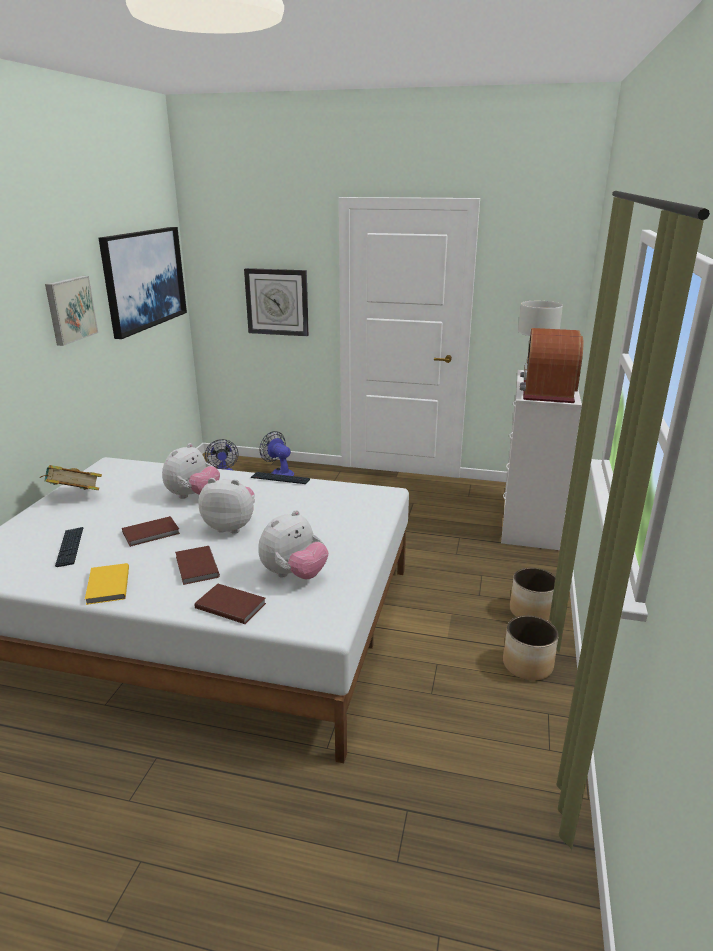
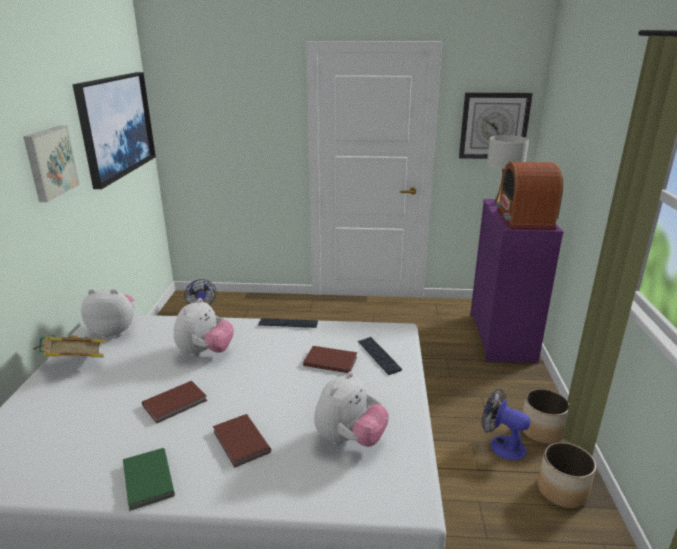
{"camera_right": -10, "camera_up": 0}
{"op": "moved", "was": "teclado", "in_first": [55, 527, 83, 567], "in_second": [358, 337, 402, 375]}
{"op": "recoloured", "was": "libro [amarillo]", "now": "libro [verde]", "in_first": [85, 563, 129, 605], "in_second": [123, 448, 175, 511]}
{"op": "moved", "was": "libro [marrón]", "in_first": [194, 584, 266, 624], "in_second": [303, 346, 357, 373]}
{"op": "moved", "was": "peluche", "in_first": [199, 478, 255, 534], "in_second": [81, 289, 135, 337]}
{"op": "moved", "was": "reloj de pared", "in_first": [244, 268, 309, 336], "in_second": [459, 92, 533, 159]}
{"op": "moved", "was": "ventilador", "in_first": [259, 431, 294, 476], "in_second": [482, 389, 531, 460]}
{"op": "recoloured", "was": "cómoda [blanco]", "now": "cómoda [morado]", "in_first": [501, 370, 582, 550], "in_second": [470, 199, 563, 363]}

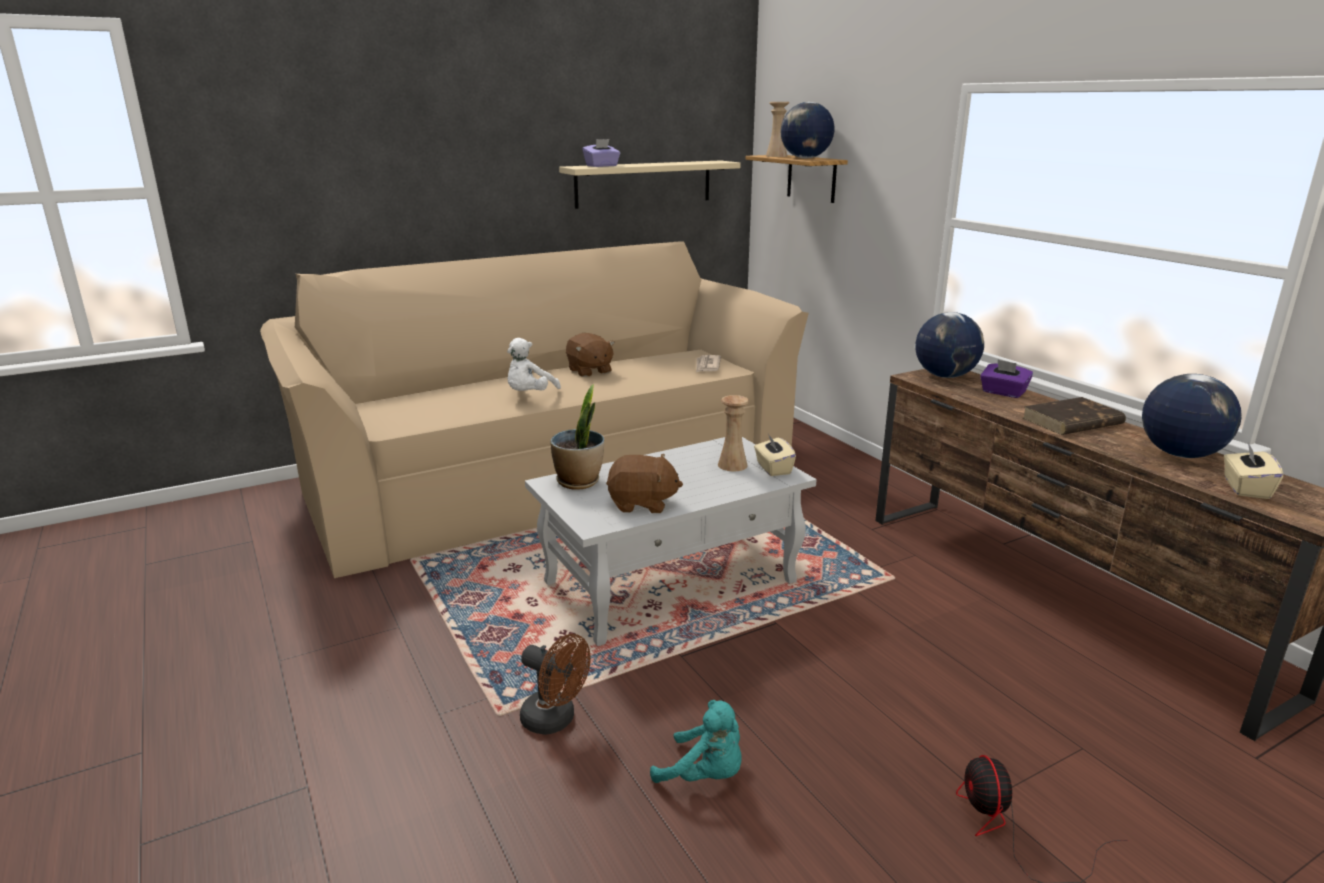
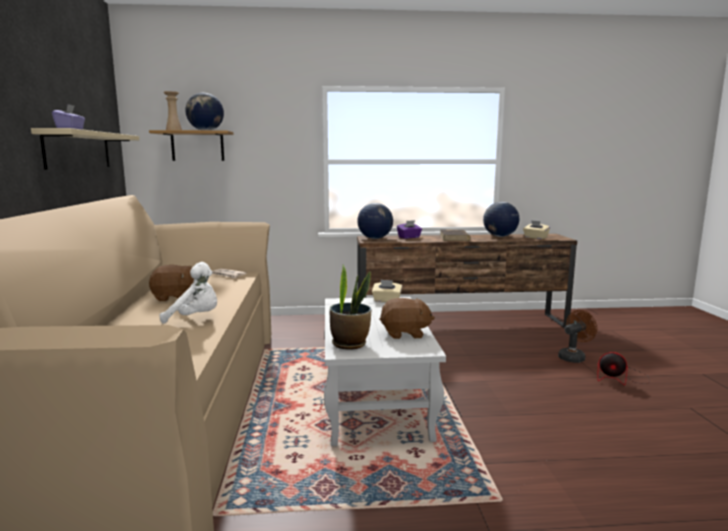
{"camera_right": -65, "camera_up": -10}
{"op": "turned", "was": "peluche [blanco]", "in_first": [507, 338, 561, 391], "in_second": [160, 262, 217, 324], "clockwise": -45}
{"op": "moved", "was": "ventilador [marrón]", "in_first": [520, 634, 591, 735], "in_second": [558, 310, 597, 363]}
{"op": "turned", "was": "peluche [marrón]", "in_first": [606, 454, 683, 513], "in_second": [379, 298, 435, 339], "clockwise": 60}
{"op": "removed", "was": "peluche [turquesa]", "in_first": [650, 700, 741, 783]}
{"op": "removed", "was": "florero [beis]", "in_first": [718, 395, 749, 471]}

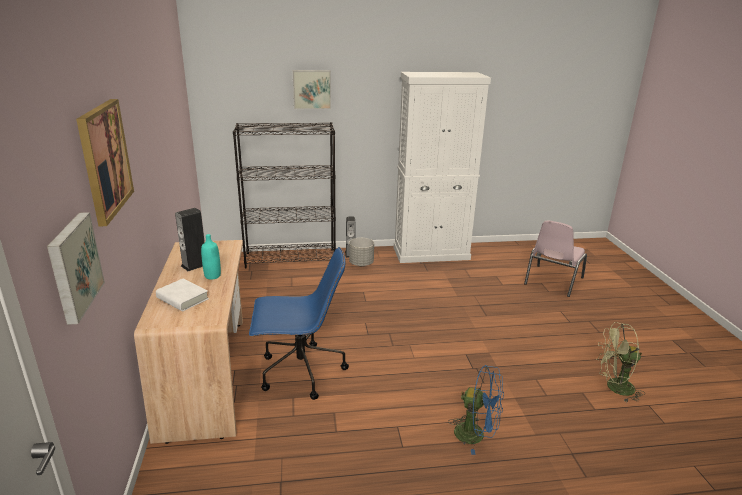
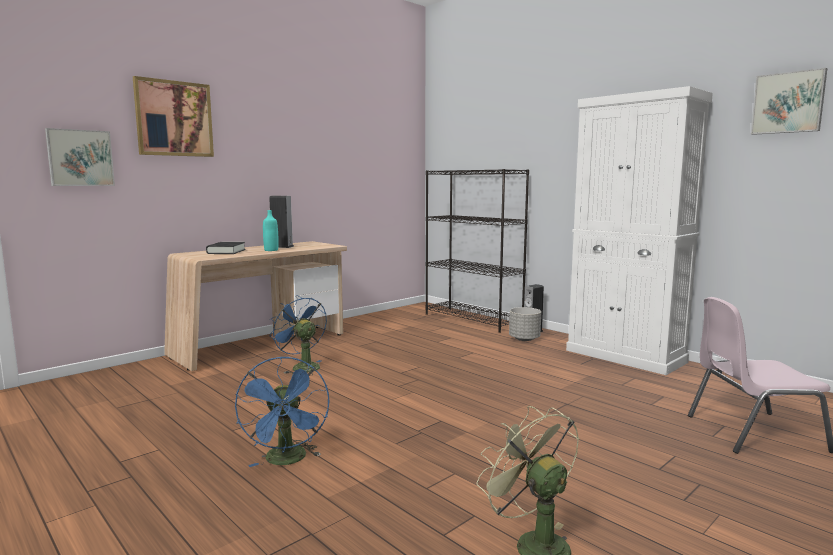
{"camera_right": 55, "camera_up": -15}
{"op": "recoloured", "was": "libro [blanco]", "now": "libro [negro]", "in_first": [156, 279, 209, 311], "in_second": [206, 242, 246, 254]}
{"op": "replaced", "was": "silla de oficina [azul]", "now": "ventilador [azul]", "in_first": [249, 247, 349, 400], "in_second": [270, 295, 327, 376]}
{"op": "moved", "was": "cuadro", "in_first": [293, 70, 331, 109], "in_second": [751, 68, 827, 135]}

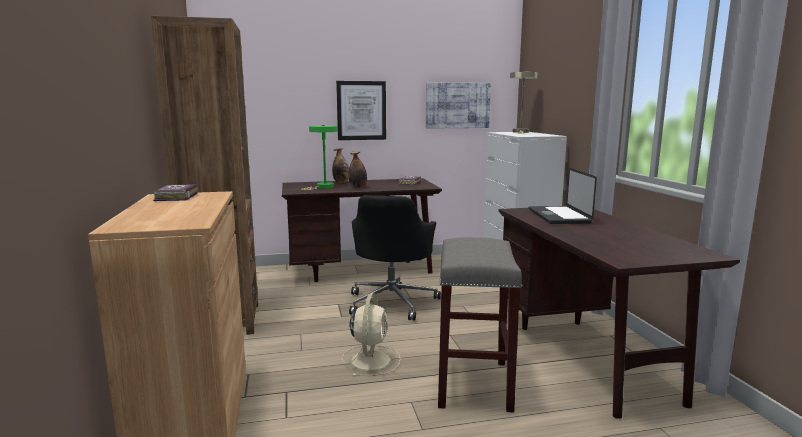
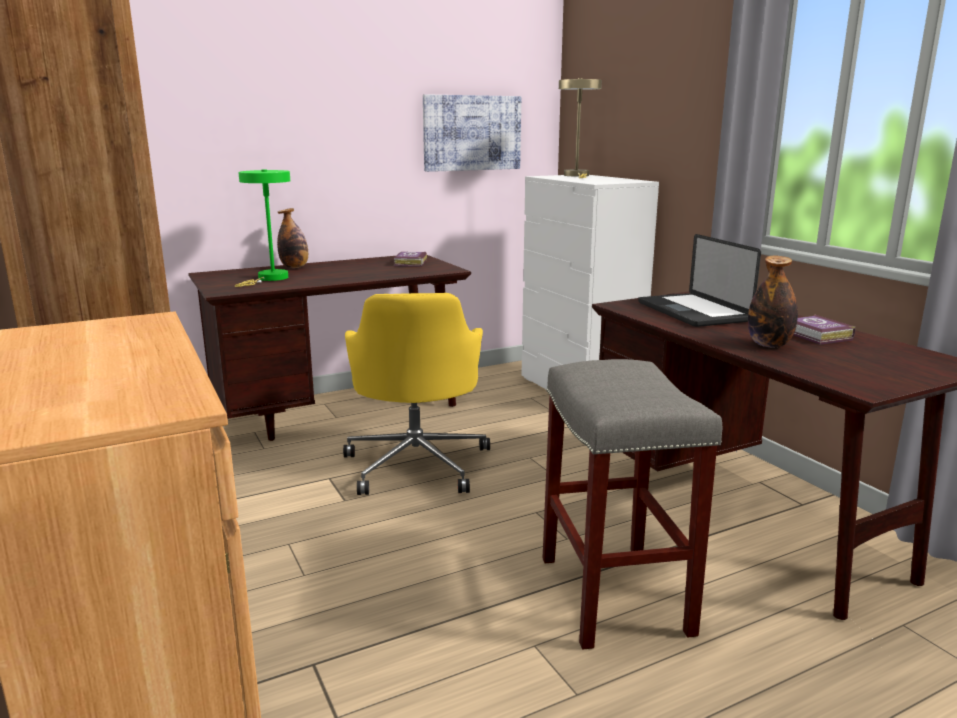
{"camera_right": -15, "camera_up": 5}
{"op": "moved", "was": "libro", "in_first": [153, 184, 198, 201], "in_second": [794, 315, 855, 345]}
{"op": "removed", "was": "cuadro", "in_first": [336, 81, 386, 140]}
{"op": "removed", "was": "ventilador [beis]", "in_first": [342, 293, 401, 377]}
{"op": "moved", "was": "botella", "in_first": [348, 151, 367, 188], "in_second": [748, 256, 798, 348]}
{"op": "recoloured", "was": "silla de oficina [negro]", "now": "silla de oficina [amarillo]", "in_first": [349, 195, 441, 320], "in_second": [343, 293, 490, 495]}

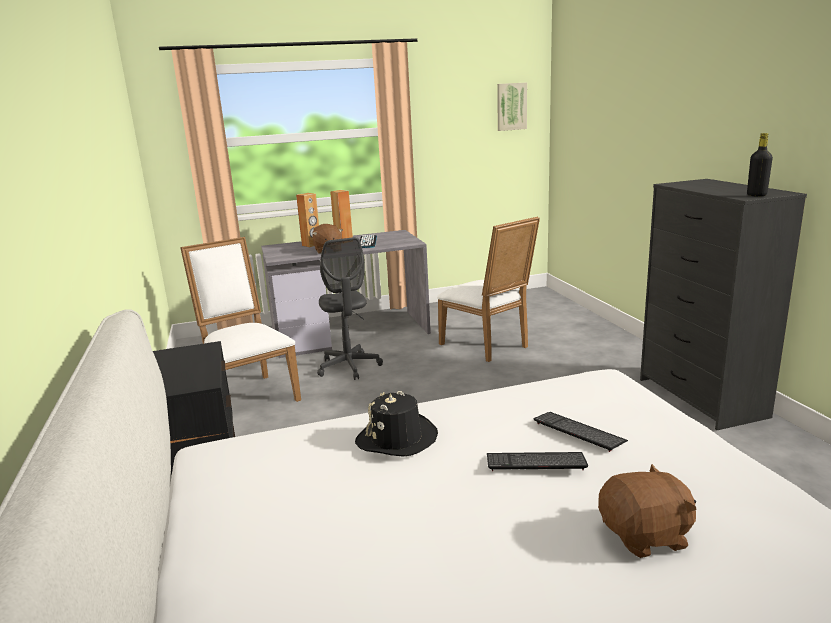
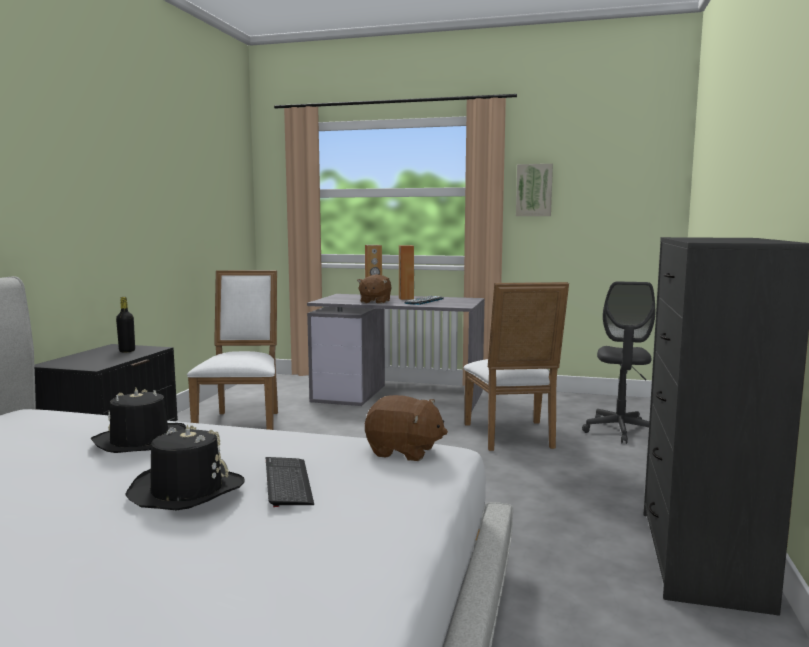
{"camera_right": 30, "camera_up": -10}
{"op": "moved", "was": "silla de oficina [gris]", "in_first": [317, 237, 383, 380], "in_second": [582, 282, 655, 444]}
{"op": "replaced", "was": "teclado", "now": "sombrero [negro]", "in_first": [487, 452, 588, 471], "in_second": [126, 425, 245, 510]}
{"op": "moved", "was": "cuadro", "in_first": [497, 82, 527, 131], "in_second": [516, 164, 553, 216]}
{"op": "moved", "was": "peluche [marrón]", "in_first": [598, 464, 696, 558], "in_second": [365, 395, 448, 461]}
{"op": "moved", "was": "botella [negro]", "in_first": [747, 133, 773, 196], "in_second": [116, 297, 135, 352]}

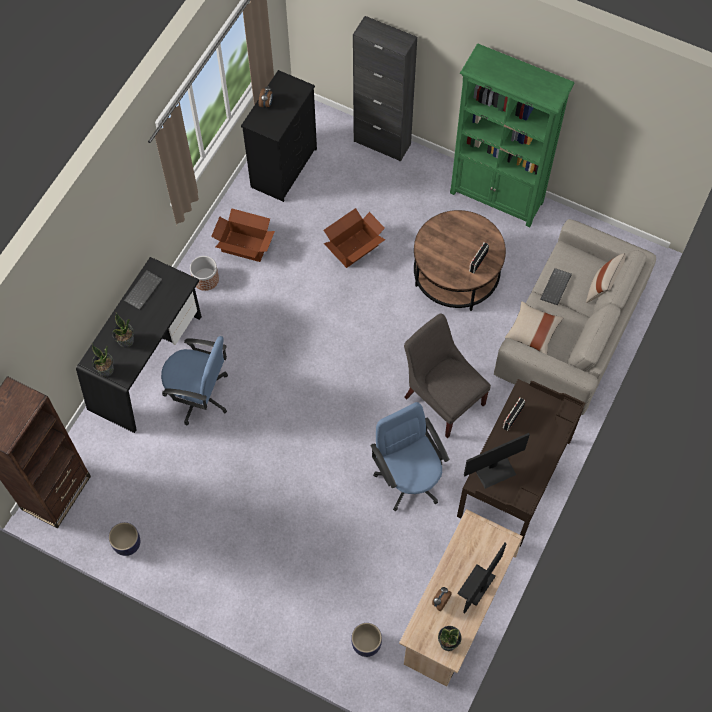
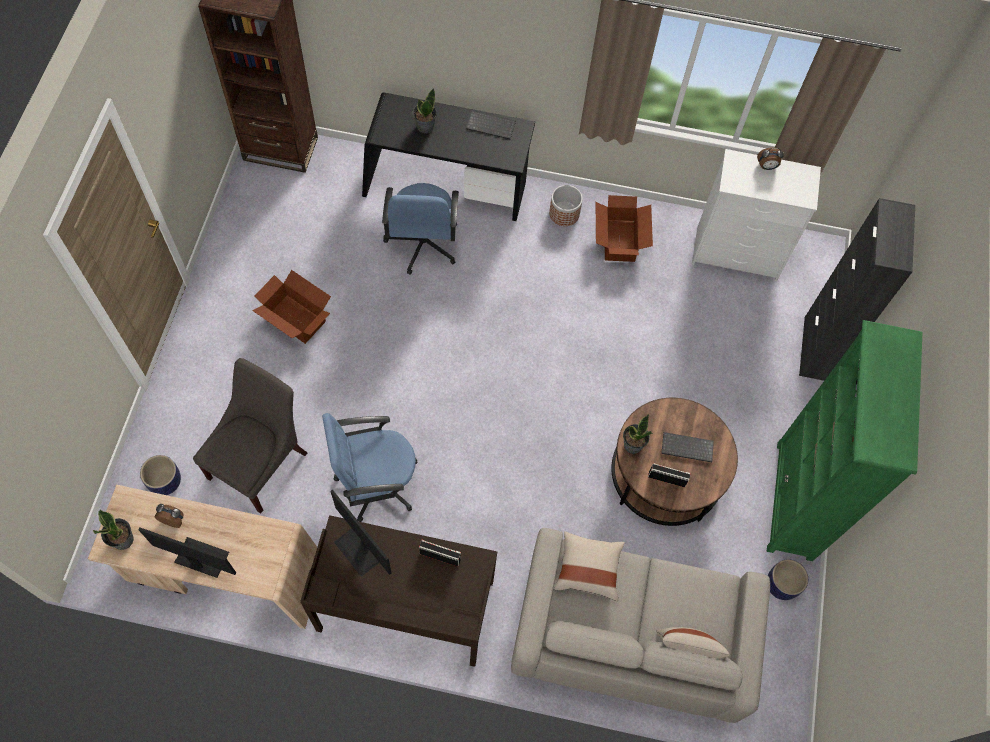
{"camera_right": 70, "camera_up": 0}
{"op": "moved", "was": "planta en maceta", "in_first": [92, 343, 114, 377], "in_second": [623, 414, 653, 454]}
{"op": "moved", "was": "maceta", "in_first": [109, 522, 140, 556], "in_second": [768, 559, 808, 600]}
{"op": "recoloured", "was": "cómoda [negro]", "now": "cómoda [blanco]", "in_first": [241, 70, 317, 202], "in_second": [692, 149, 821, 281]}
{"op": "moved", "was": "caja de cartón", "in_first": [323, 208, 386, 268], "in_second": [252, 270, 331, 344]}
{"op": "turned", "was": "silla de oficina [azul]", "in_first": [371, 402, 449, 511], "in_second": [322, 413, 418, 522], "clockwise": -150}
{"op": "moved", "was": "silla [gris]", "in_first": [404, 313, 491, 438], "in_second": [193, 358, 307, 513]}
{"op": "moved", "was": "teclado", "in_first": [540, 268, 572, 305], "in_second": [661, 432, 714, 462]}

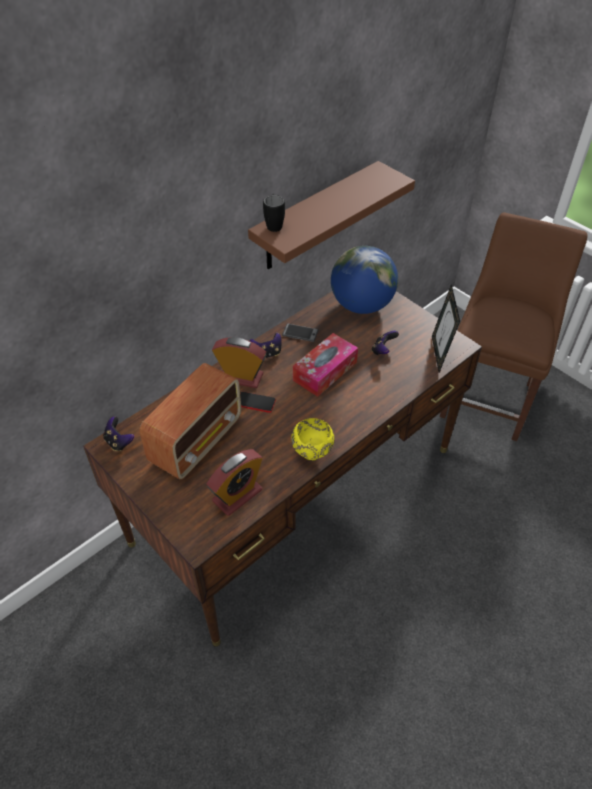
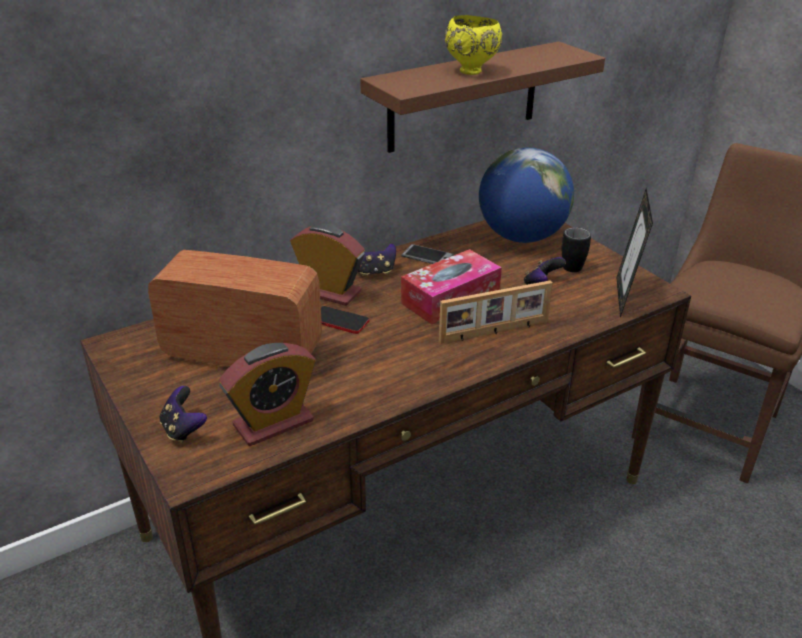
{"camera_right": 10, "camera_up": -15}
{"op": "moved", "was": "mando de consola", "in_first": [103, 416, 134, 451], "in_second": [160, 386, 207, 443]}
{"op": "turned", "was": "radio", "in_first": [140, 363, 241, 479], "in_second": [148, 250, 322, 367], "clockwise": -120}
{"op": "moved", "was": "taza grande [negro]", "in_first": [263, 194, 285, 232], "in_second": [562, 227, 591, 272]}
{"op": "moved", "was": "cuenco [amarillo]", "in_first": [291, 418, 335, 460], "in_second": [445, 15, 502, 75]}
{"op": "added", "now": "portarretratos", "in_second": [439, 280, 553, 344]}

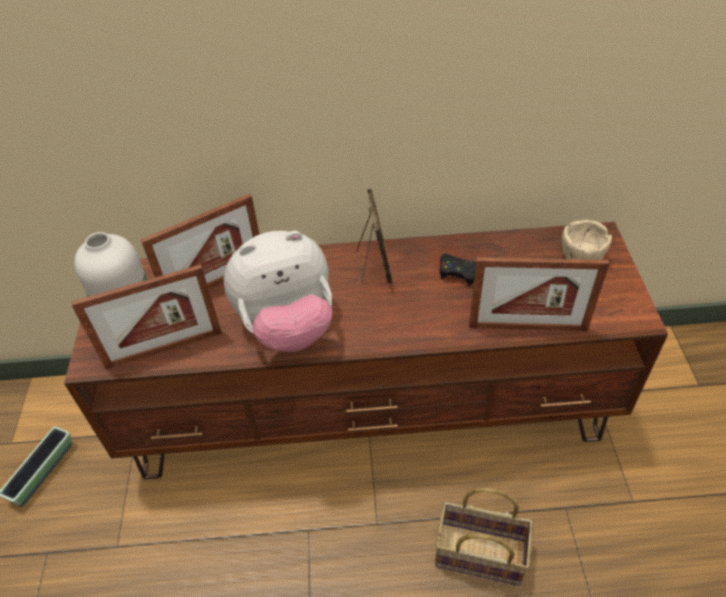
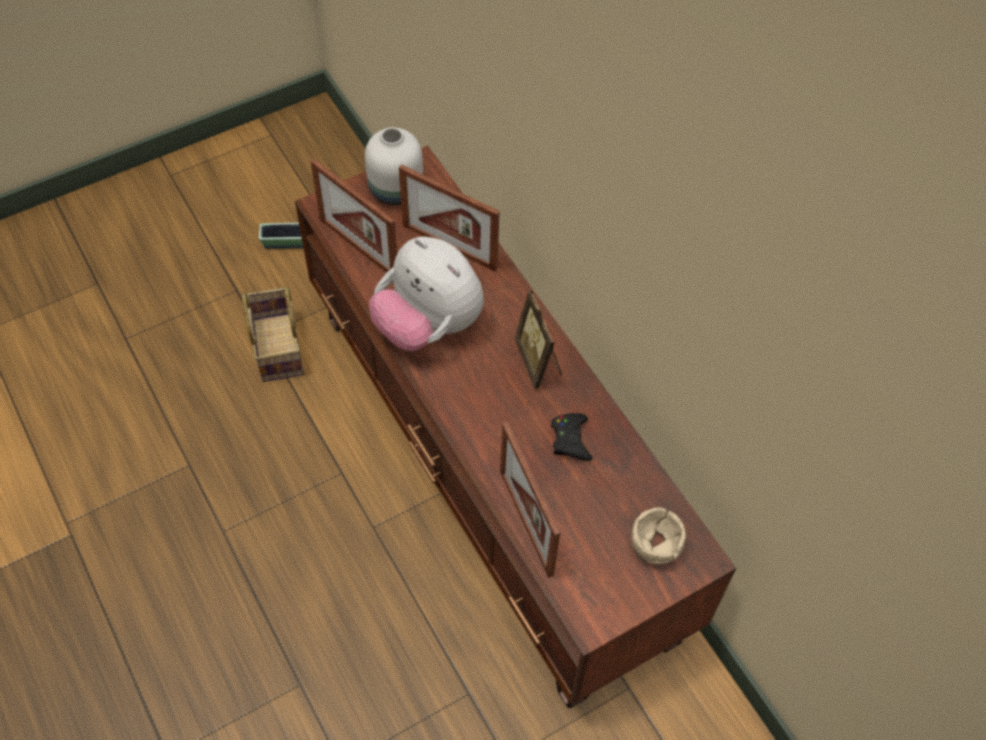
{"camera_right": 60, "camera_up": 10}
{"op": "turned", "was": "portarretratos", "in_first": [357, 189, 392, 283], "in_second": [514, 290, 562, 389], "clockwise": 105}
{"op": "moved", "was": "cesta", "in_first": [435, 488, 533, 586], "in_second": [242, 285, 303, 382]}

